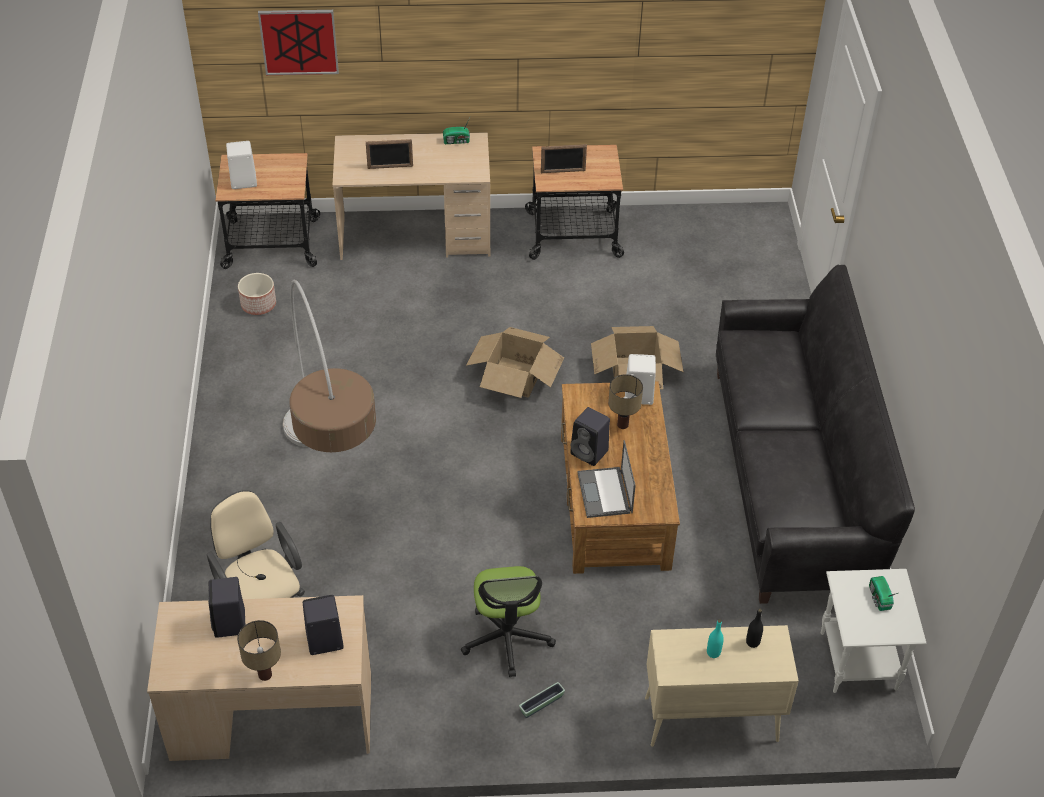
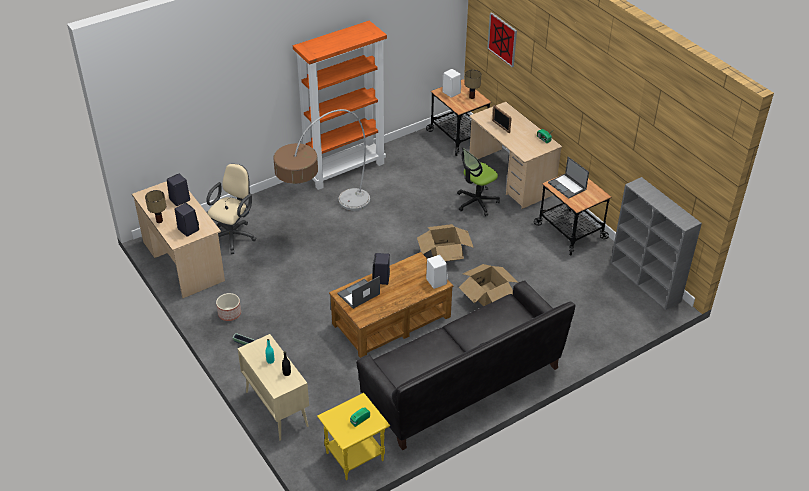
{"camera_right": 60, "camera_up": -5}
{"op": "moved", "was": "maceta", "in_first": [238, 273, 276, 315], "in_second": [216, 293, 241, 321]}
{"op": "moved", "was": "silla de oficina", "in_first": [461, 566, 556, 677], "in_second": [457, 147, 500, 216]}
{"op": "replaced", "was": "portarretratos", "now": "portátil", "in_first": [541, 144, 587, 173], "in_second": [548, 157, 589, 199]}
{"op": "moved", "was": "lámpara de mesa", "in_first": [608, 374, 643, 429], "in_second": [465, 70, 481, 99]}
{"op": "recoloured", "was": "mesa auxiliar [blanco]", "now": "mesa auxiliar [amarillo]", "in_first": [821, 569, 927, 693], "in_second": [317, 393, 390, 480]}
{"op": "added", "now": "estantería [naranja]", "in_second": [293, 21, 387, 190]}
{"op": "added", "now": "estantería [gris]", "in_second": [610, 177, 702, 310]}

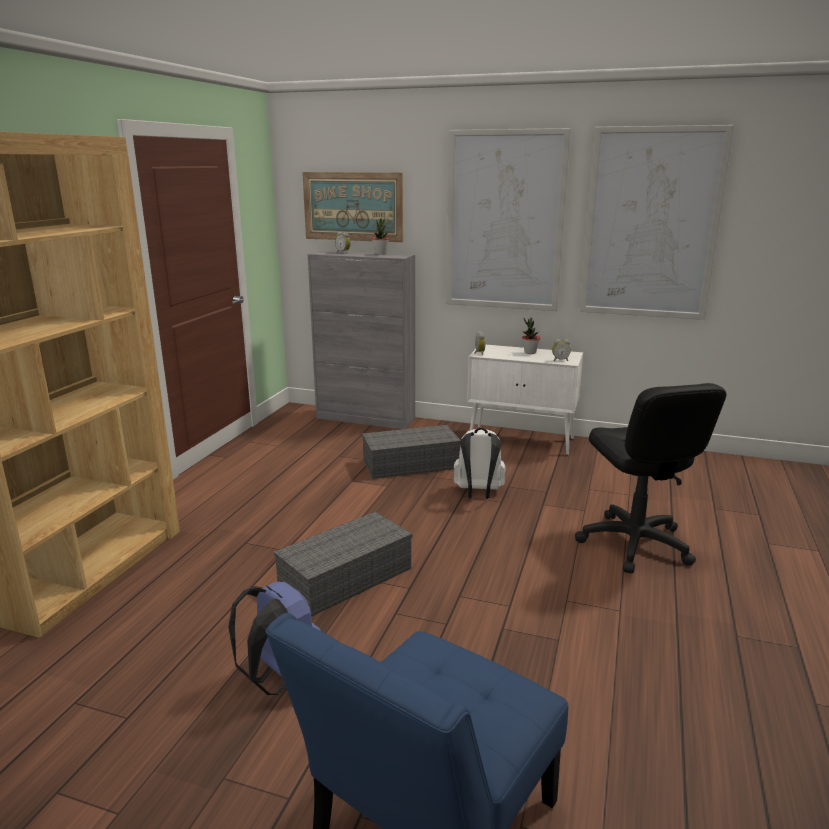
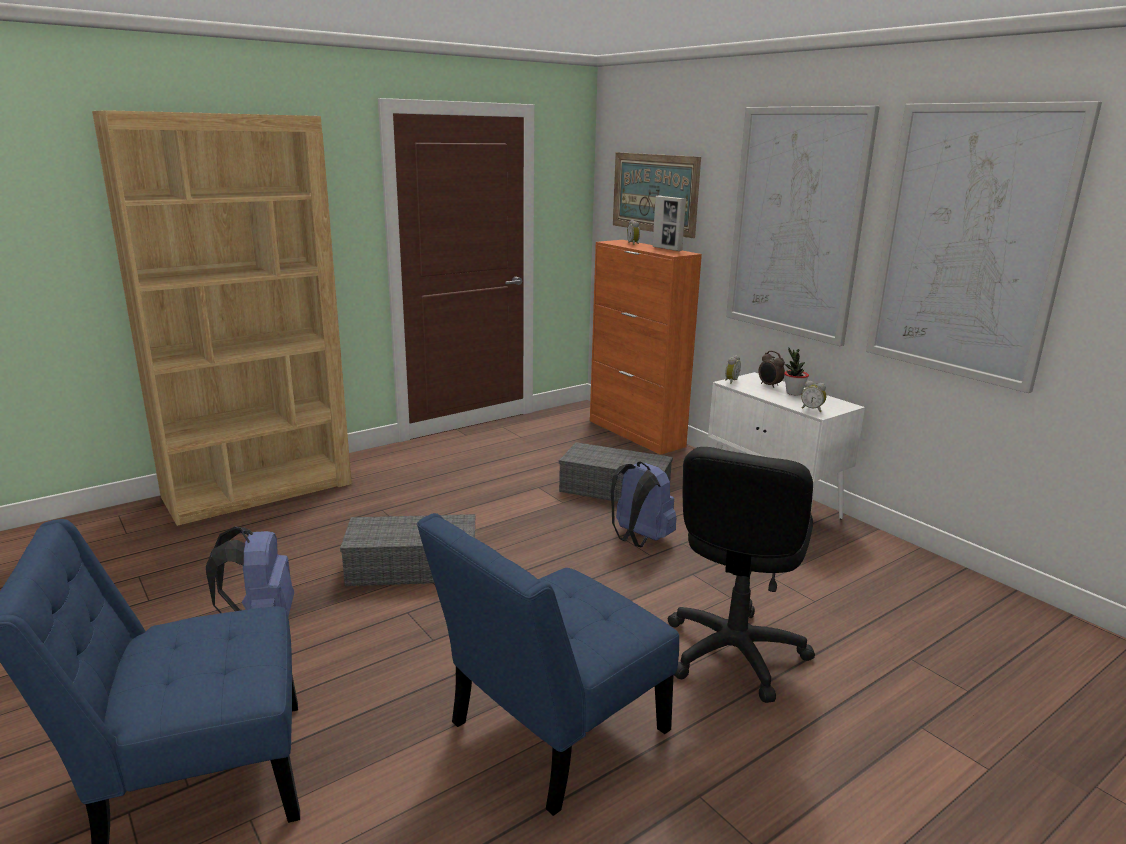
{"camera_right": 35, "camera_up": 0}
{"op": "recoloured", "was": "armario [gris]", "now": "armario [naranja]", "in_first": [307, 251, 415, 429], "in_second": [590, 240, 702, 455]}
{"op": "replaced", "was": "planta en maceta", "now": "portarretratos", "in_first": [372, 218, 389, 255], "in_second": [653, 195, 686, 251]}
{"op": "recoloured", "was": "mochila [blanco]", "now": "mochila [azul]", "in_first": [453, 428, 506, 499], "in_second": [611, 462, 676, 548]}
{"op": "added", "now": "silla [azul]", "in_second": [417, 513, 679, 816]}
{"op": "added", "now": "despertador", "in_second": [759, 351, 785, 388]}

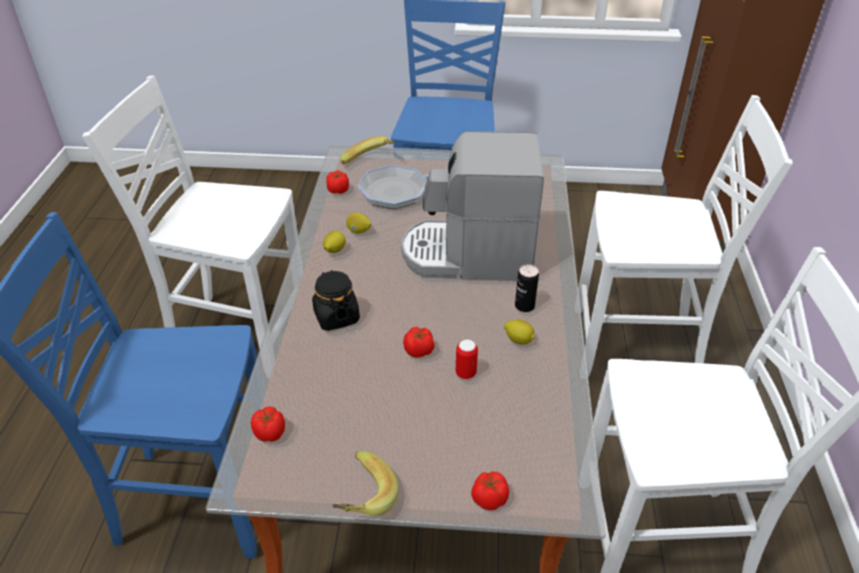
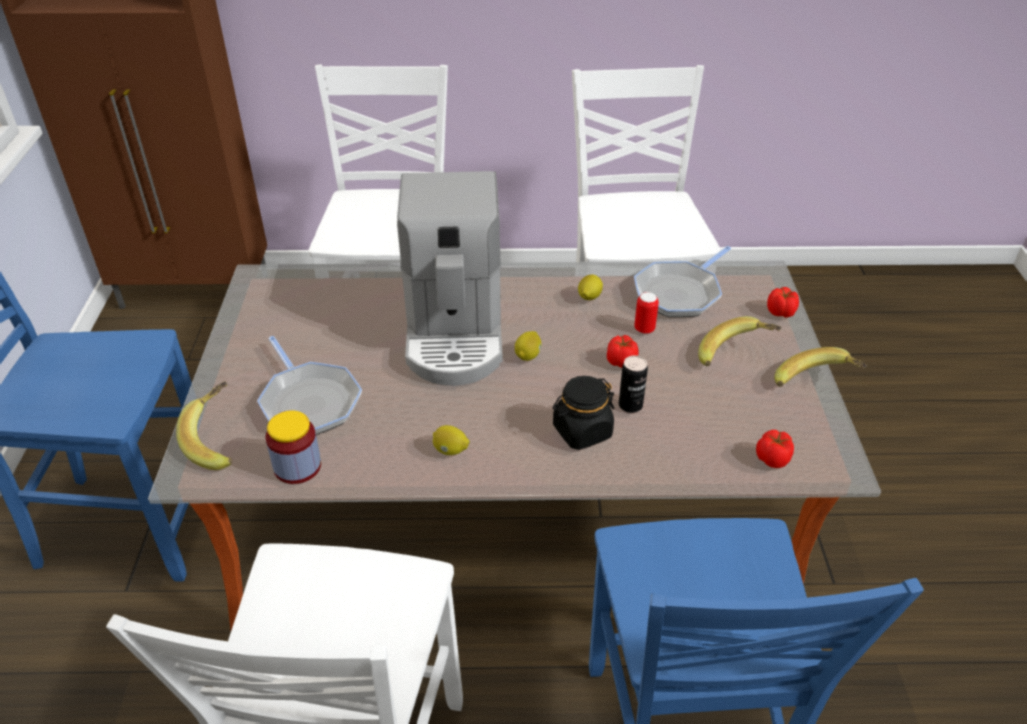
{"camera_right": -95, "camera_up": 0}
{"op": "replaced", "was": "tomate", "now": "tarro", "in_first": [326, 170, 349, 194], "in_second": [266, 411, 321, 484]}
{"op": "moved", "was": "limón", "in_first": [346, 213, 371, 234], "in_second": [515, 331, 541, 361]}
{"op": "moved", "was": "lata", "in_first": [515, 264, 539, 312], "in_second": [619, 355, 648, 413]}
{"op": "added", "now": "sartén", "in_second": [634, 246, 731, 317]}
{"op": "added", "now": "plátano", "in_second": [698, 316, 781, 366]}

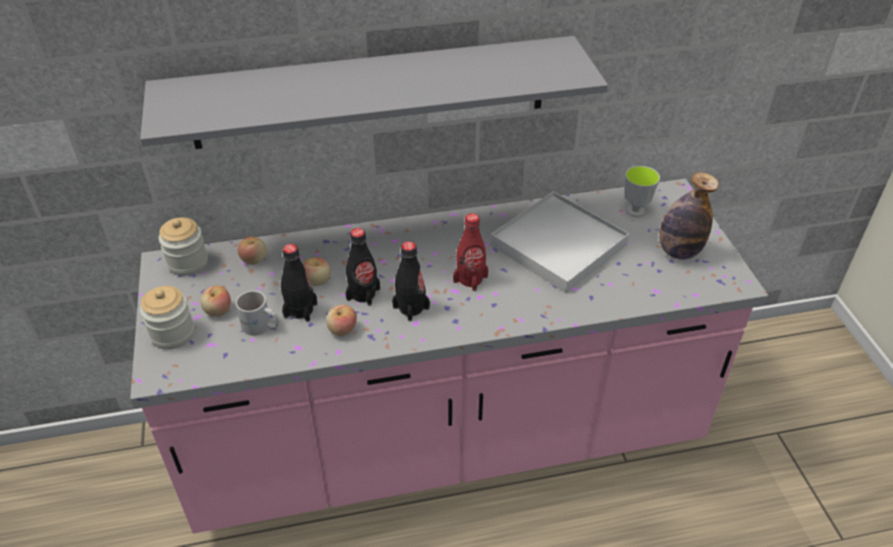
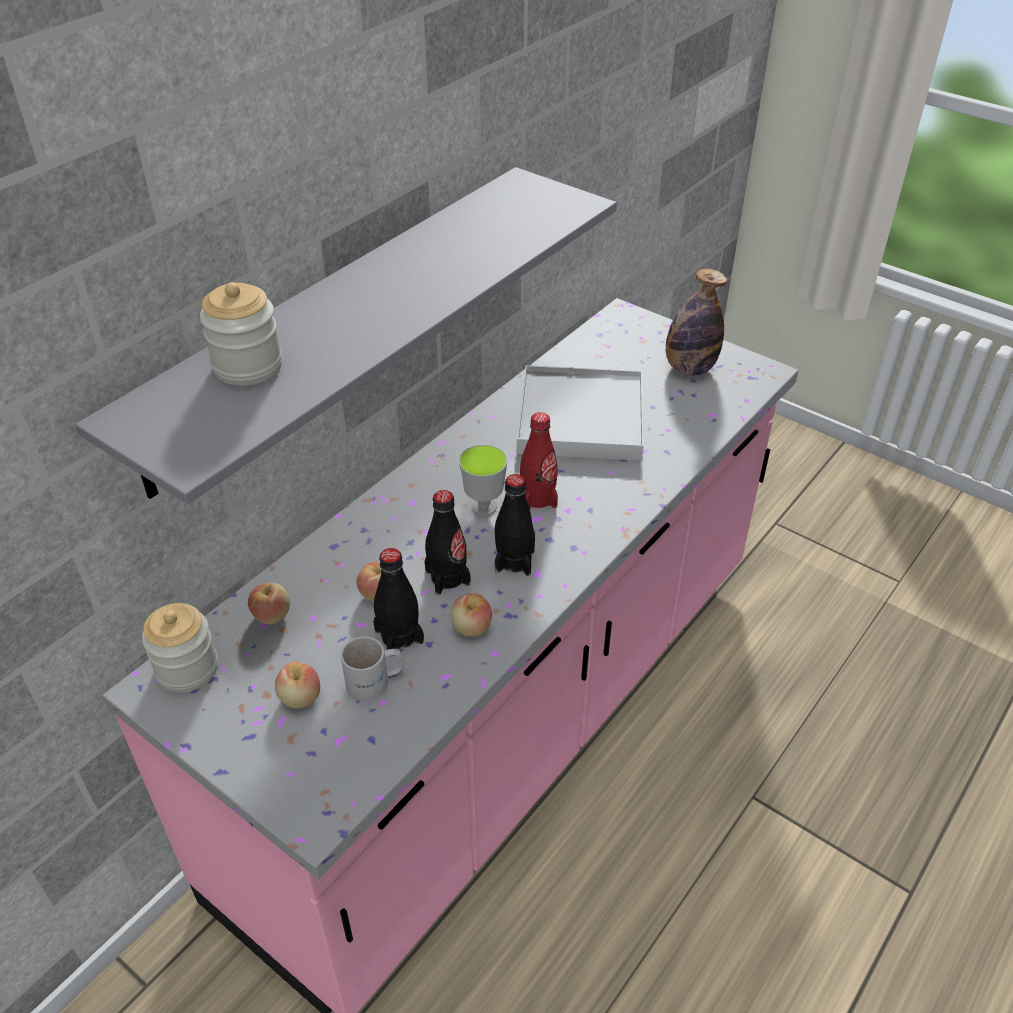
{"camera_right": -40, "camera_up": 0}
{"op": "moved", "was": "tarro", "in_first": [140, 286, 195, 349], "in_second": [200, 282, 282, 386]}
{"op": "moved", "was": "taza", "in_first": [625, 166, 660, 217], "in_second": [459, 444, 508, 516]}

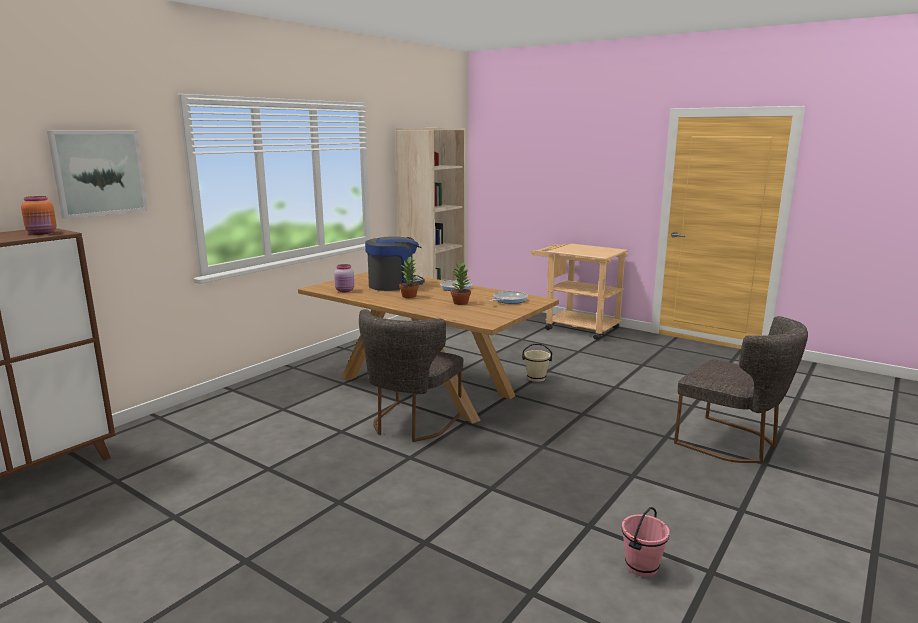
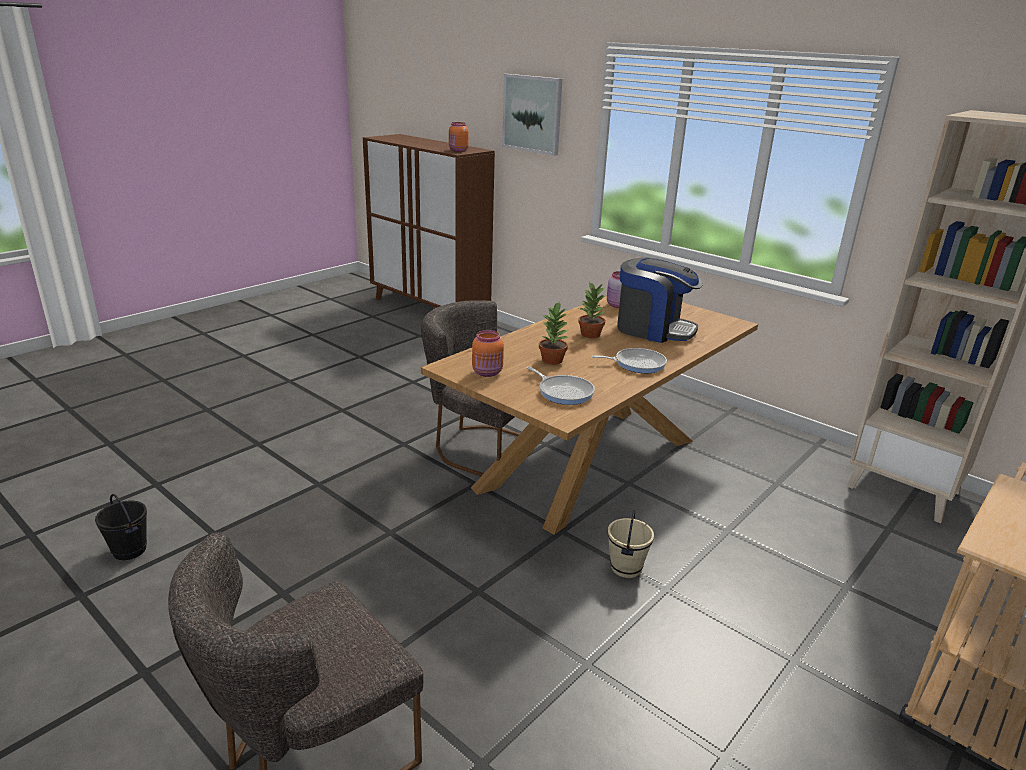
{"camera_right": 95, "camera_up": 10}
{"op": "turned", "was": "cafetera", "in_first": [365, 236, 425, 291], "in_second": [617, 257, 703, 343], "clockwise": -45}
{"op": "recoloured", "was": "cubo [rosa]", "now": "cubo [negro]", "in_first": [622, 507, 670, 577], "in_second": [95, 494, 147, 560]}
{"op": "added", "now": "tarro [naranja]", "in_second": [472, 330, 504, 377]}

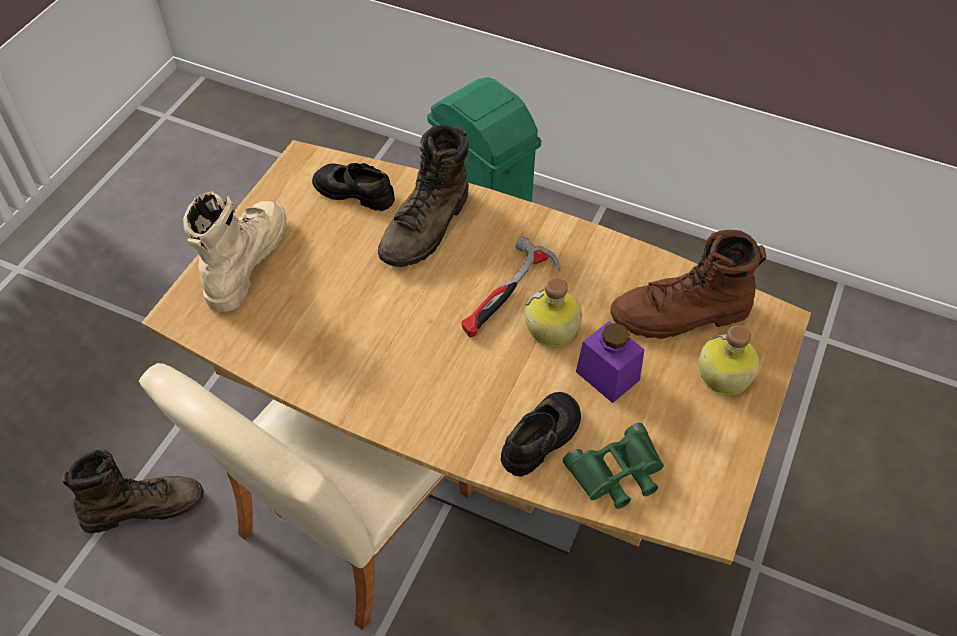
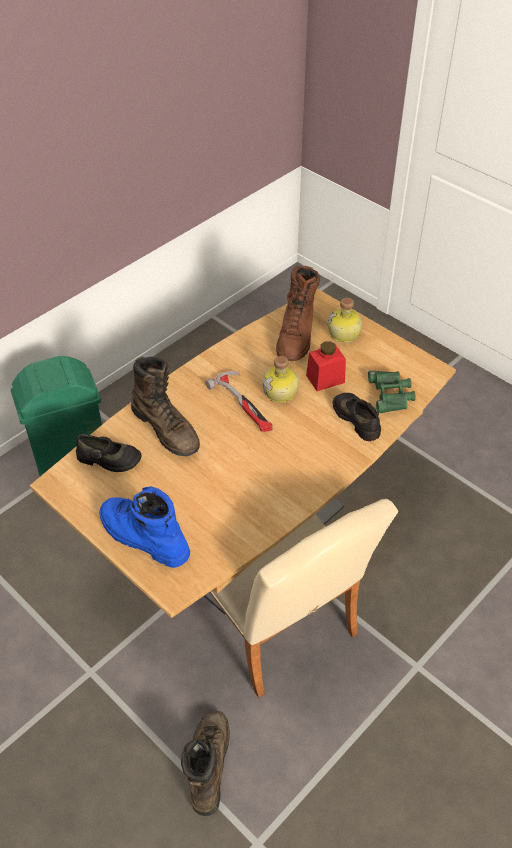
{"camera_right": -70, "camera_up": -5}
{"op": "recoloured", "was": "bota [beis]", "now": "bota [azul]", "in_first": [183, 191, 287, 312], "in_second": [99, 486, 190, 568]}
{"op": "turned", "was": "zapato [negro]", "in_first": [312, 163, 395, 211], "in_second": [76, 434, 141, 472], "clockwise": -120}
{"op": "recoloured", "was": "tarro [morado]", "now": "tarro [rojo]", "in_first": [576, 321, 644, 403], "in_second": [306, 341, 346, 391]}

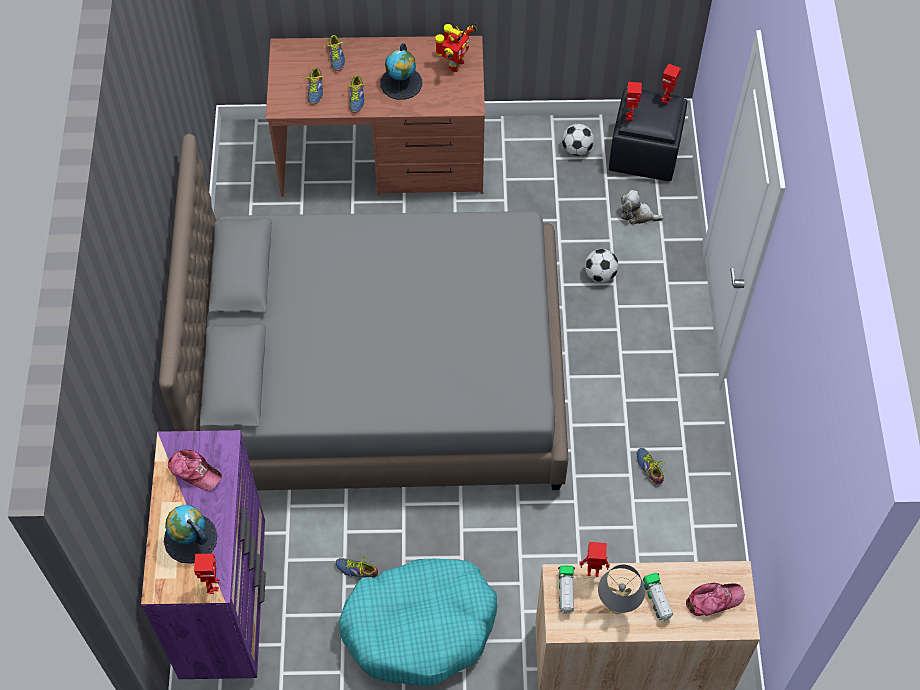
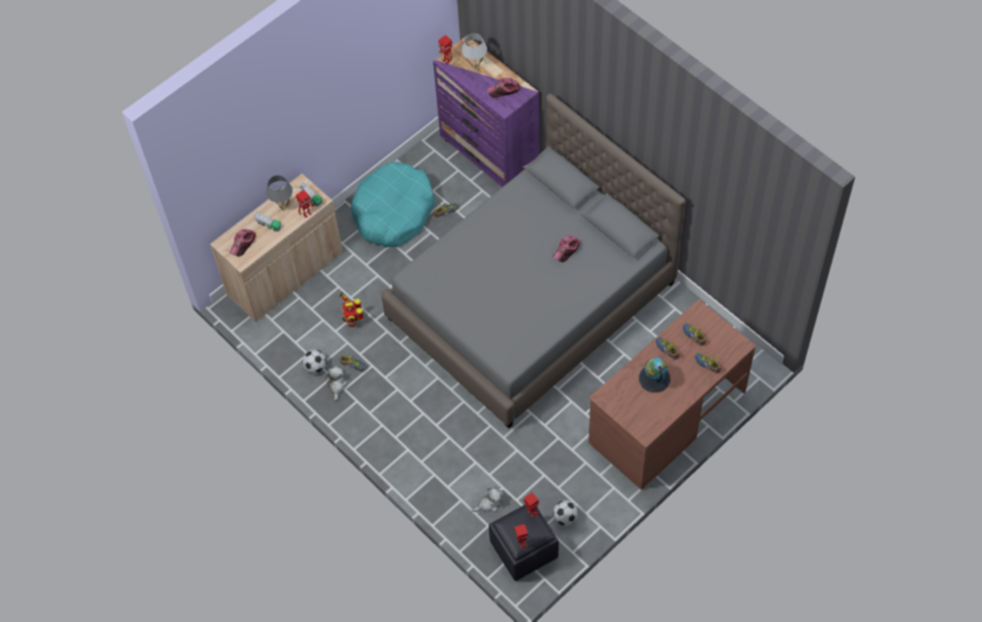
{"camera_right": 140, "camera_up": 0}
{"op": "replaced", "was": "globo terráqueo", "now": "lámpara de mesa [blanco]", "in_first": [164, 505, 218, 563], "in_second": [461, 33, 487, 70]}
{"op": "moved", "was": "robot de juguete", "in_first": [435, 24, 477, 72], "in_second": [339, 292, 364, 327]}
{"op": "moved", "was": "balón de fútbol", "in_first": [585, 249, 618, 282], "in_second": [303, 349, 327, 373]}
{"op": "added", "now": "peluche", "in_second": [325, 366, 347, 401]}
{"op": "added", "now": "gorra", "in_second": [553, 236, 580, 262]}

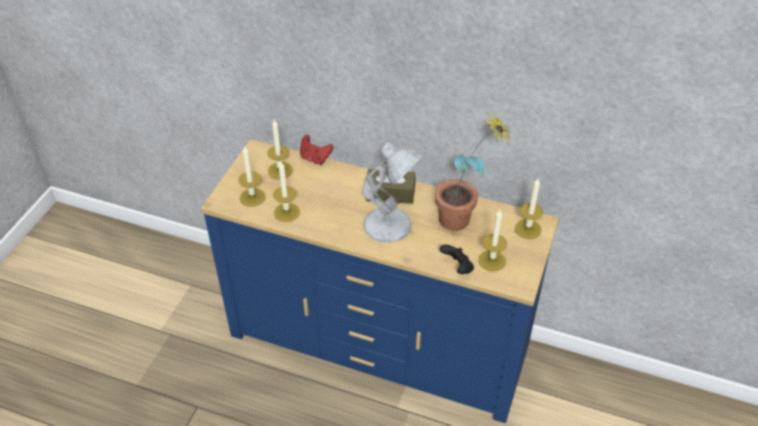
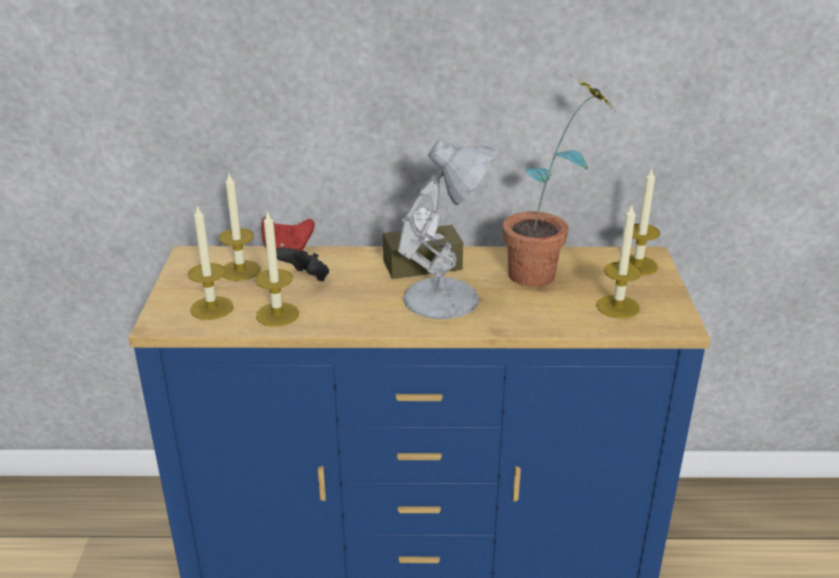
{"camera_right": -20, "camera_up": -15}
{"op": "moved", "was": "mando de consola [negro]", "in_first": [439, 244, 474, 274], "in_second": [276, 247, 329, 281]}

